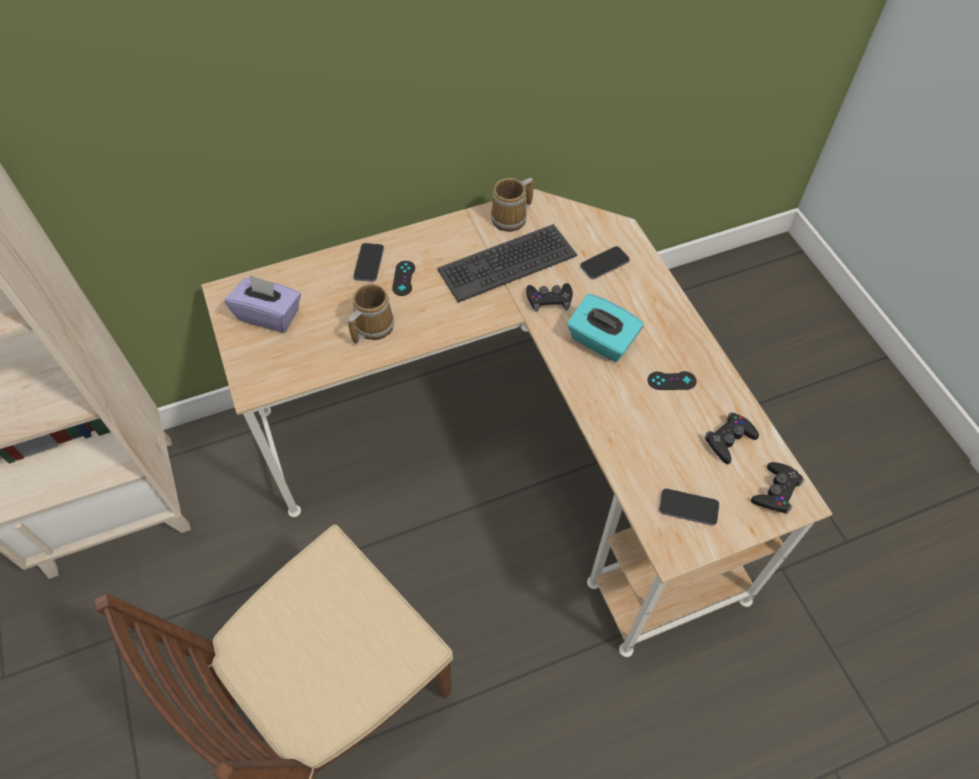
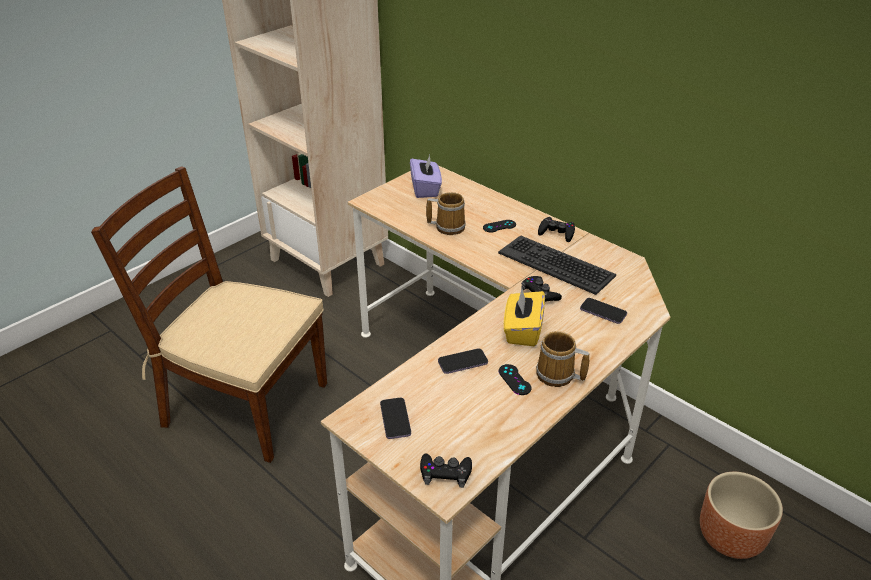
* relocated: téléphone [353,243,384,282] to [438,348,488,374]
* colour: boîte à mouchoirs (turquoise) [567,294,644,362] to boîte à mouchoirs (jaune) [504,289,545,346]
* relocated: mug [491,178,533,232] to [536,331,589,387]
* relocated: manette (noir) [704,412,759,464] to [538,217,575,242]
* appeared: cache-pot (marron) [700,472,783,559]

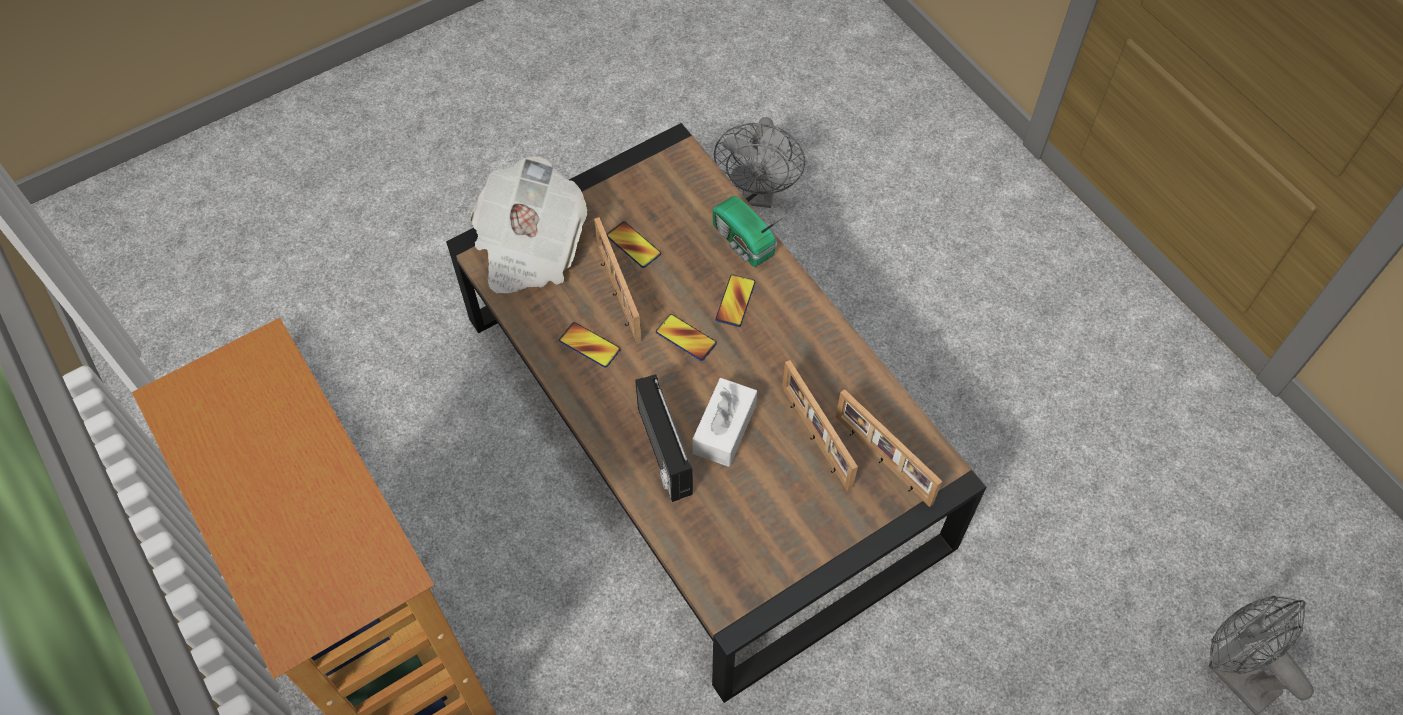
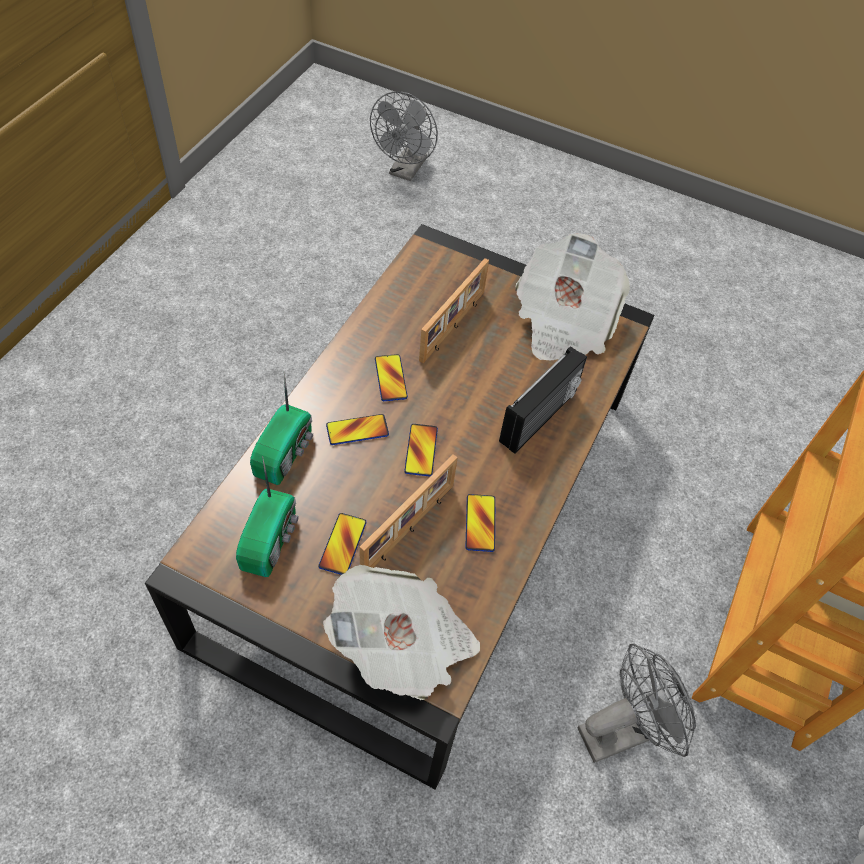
* appeared: radio [236,456,299,577]
* appeared: téléphone [375,354,408,401]
* appeared: journal [515,233,630,361]
* relocated: ventilateur (gris) [714,117,805,208] to [578,643,696,763]
* missing: boîte à mouchoirs (blanc) [692,378,757,467]
* missing: cadre photo [836,389,942,507]

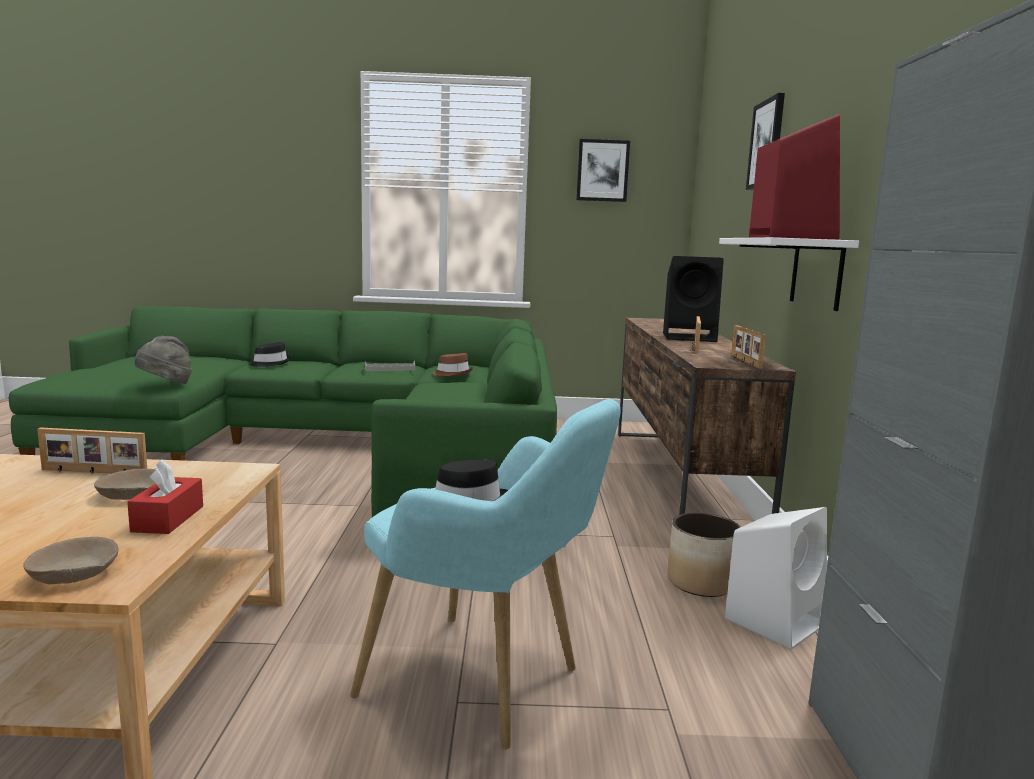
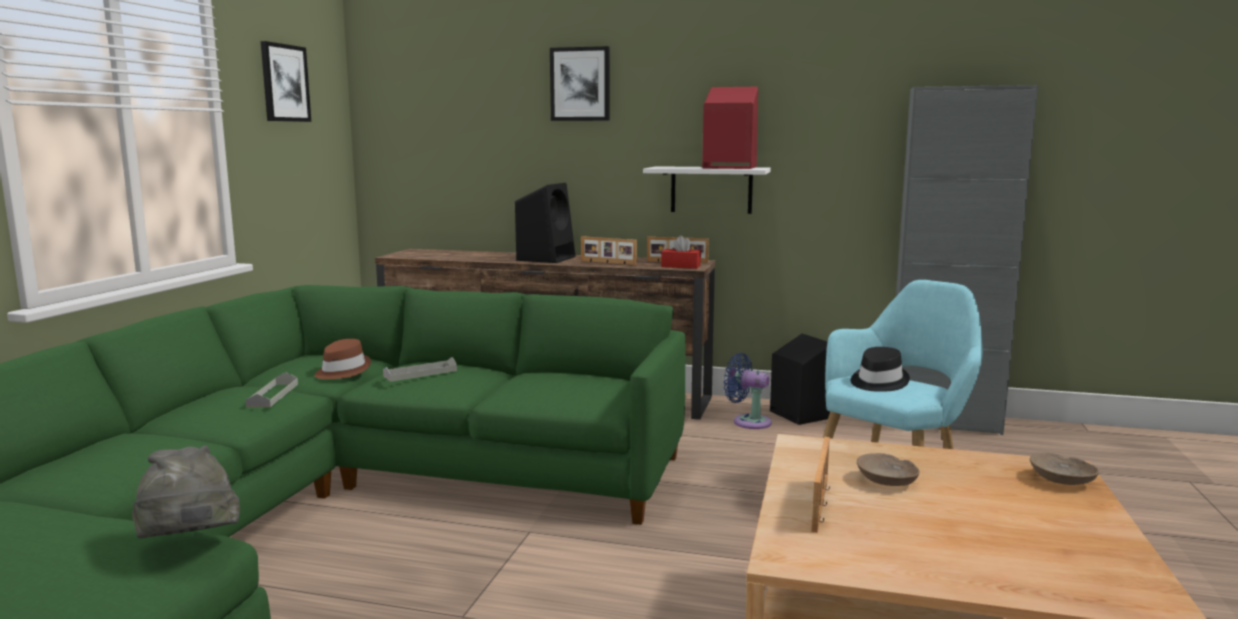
* appeared: plateau (gris) [383,357,457,382]
* relocated: boîte à mouchoirs (rouge) [127,459,203,534] to [661,236,701,269]
* exchanged: cache-pot [667,513,740,597] to ventilateur (bleu) [724,353,772,429]
* colour: enceinte (blanc) [725,507,827,649] to enceinte (noir) [770,334,830,425]
* missing: chapeau (noir) [248,342,291,367]

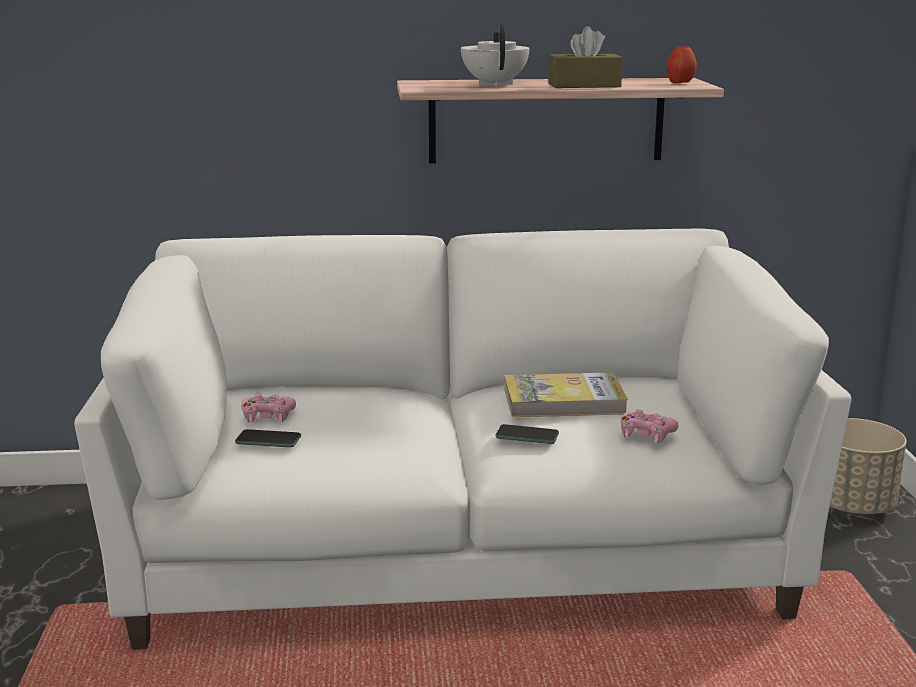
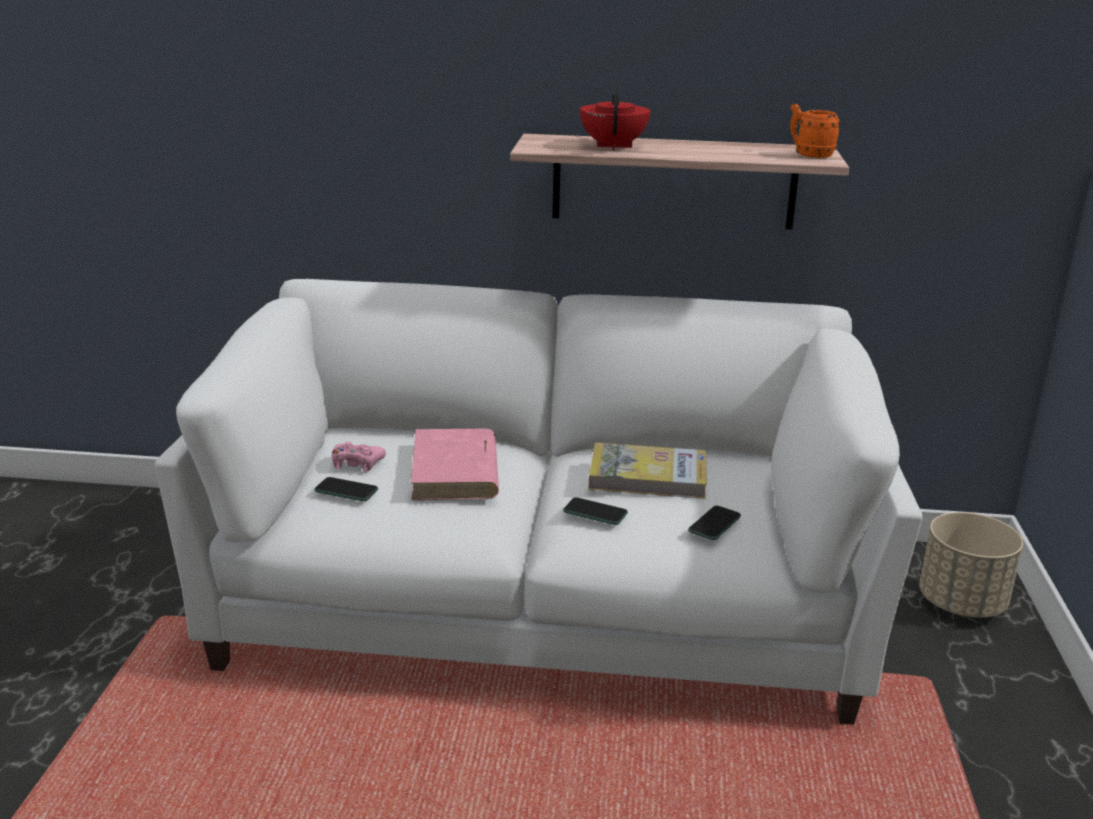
* appeared: livre (rose) [411,429,499,500]
* colour: théière (blanc) [461,24,530,87] to théière (rouge) [580,88,651,150]
* exchanged: manette (rose) [621,409,678,443] to téléphone [688,506,741,540]
* exchanged: pomme [667,44,697,83] to mug (orange) [790,104,840,158]
* missing: boîte à mouchoirs (marron) [548,26,623,88]

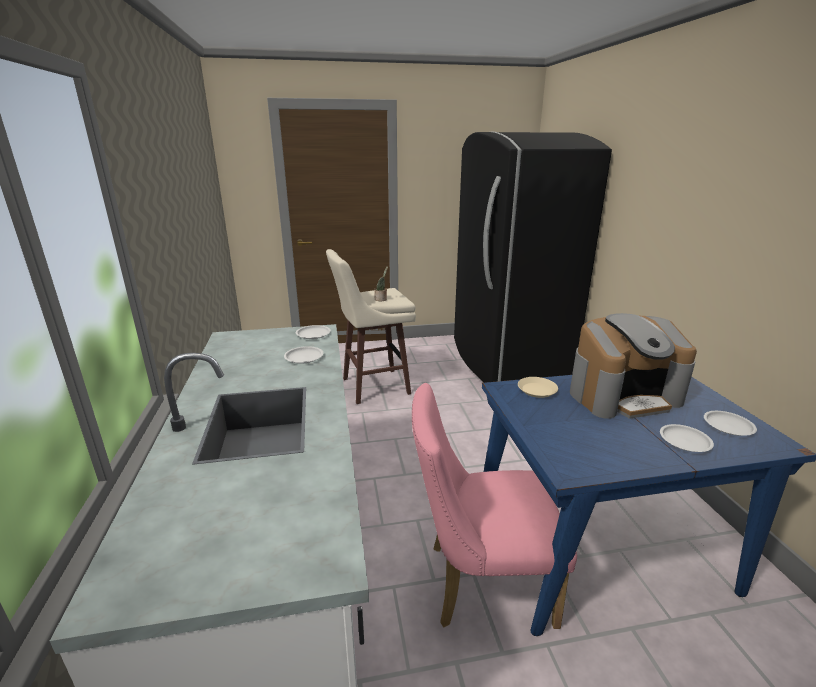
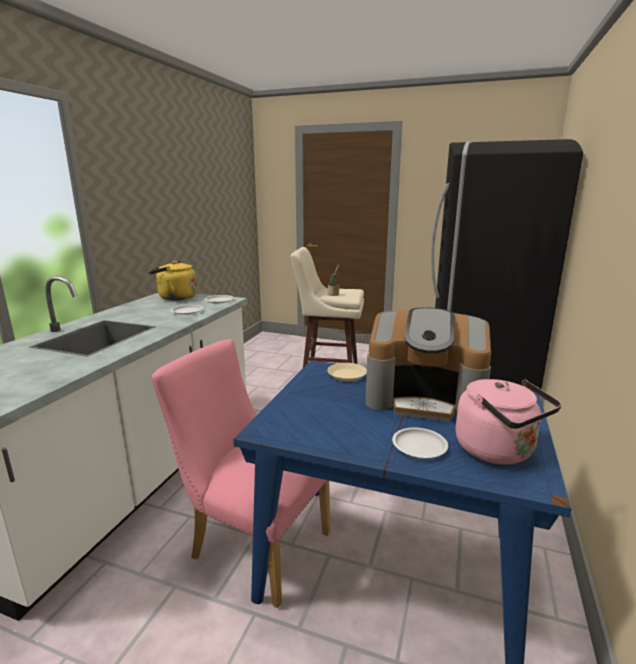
* appeared: bouilloire (jaune) [148,261,197,301]
* exchanged: assiette (blanc) [704,411,757,436] to bouilloire (rose) [455,379,562,465]

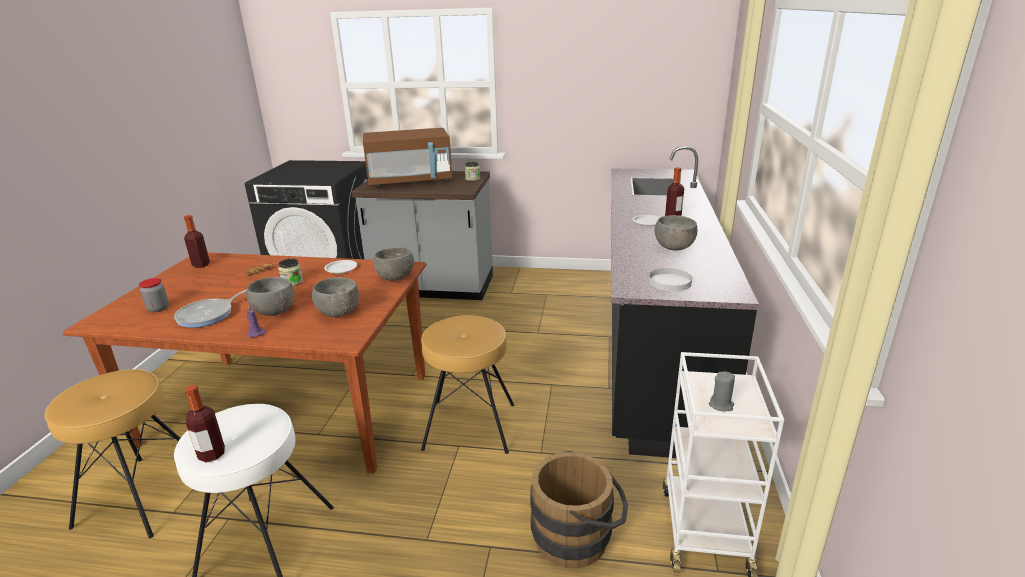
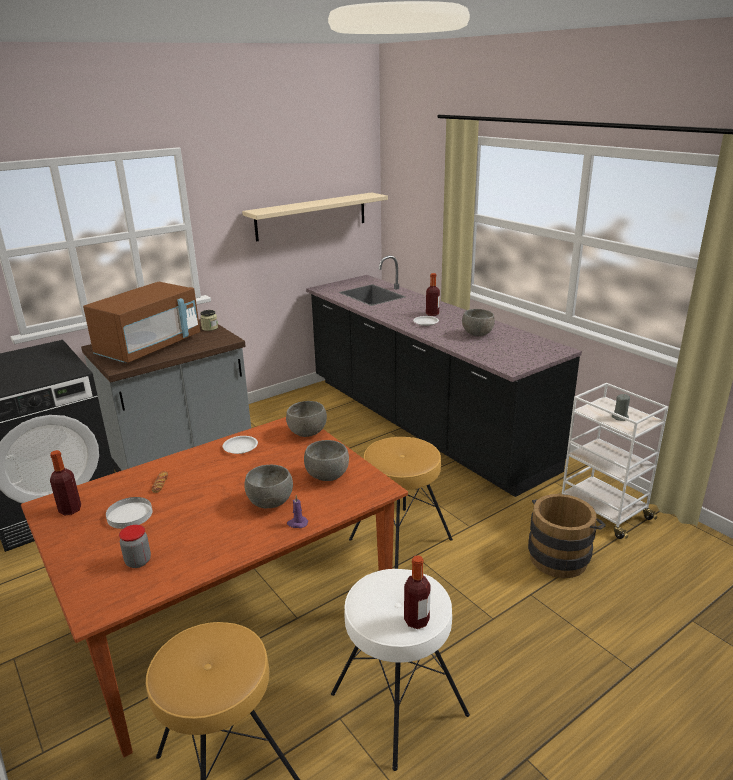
* relocated: assiette (blanc) [649,268,692,292] to [106,497,152,529]
* appeared: étagère (beige) [242,192,388,242]
* missing: poêle [174,289,247,328]
* missing: bocal [278,259,303,286]

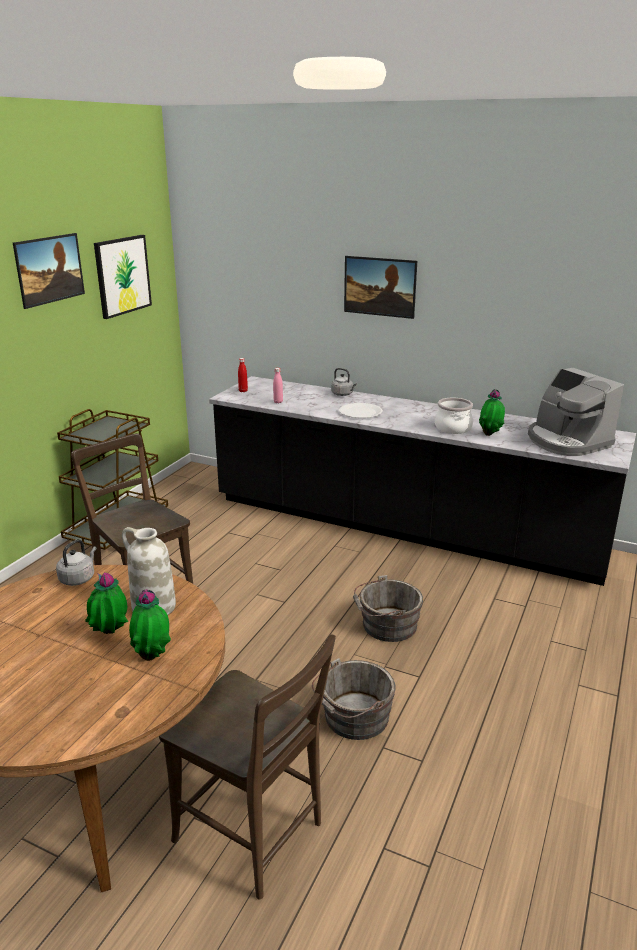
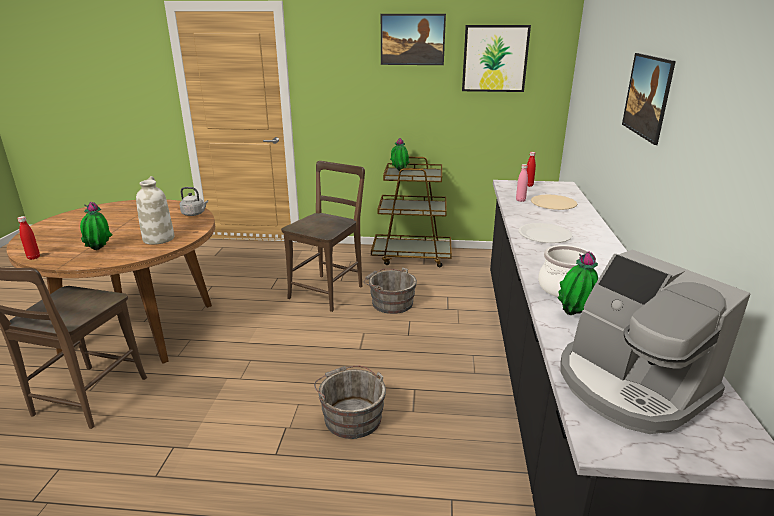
* appeared: bouteille (rouge) [17,216,40,260]
* relocated: seau (gris) [312,658,396,740] to [364,267,417,314]
* relocated: plante en pot [85,573,128,634] to [390,138,410,171]
* appeared: assiette (beige) [531,195,578,210]
* spun: machine à café [528,368,624,456] = [560,249,750,434] 75 degrees counterclockwise
* missing: bouilloire (gris) [331,368,357,396]

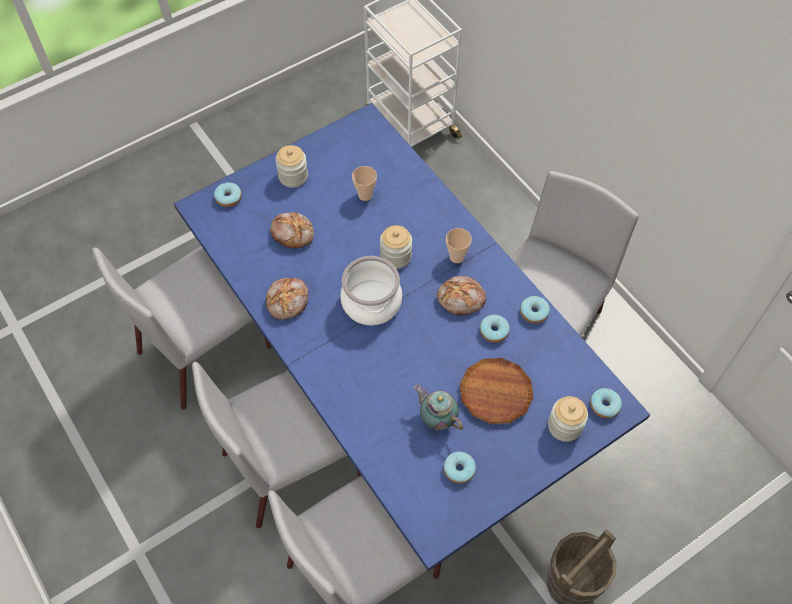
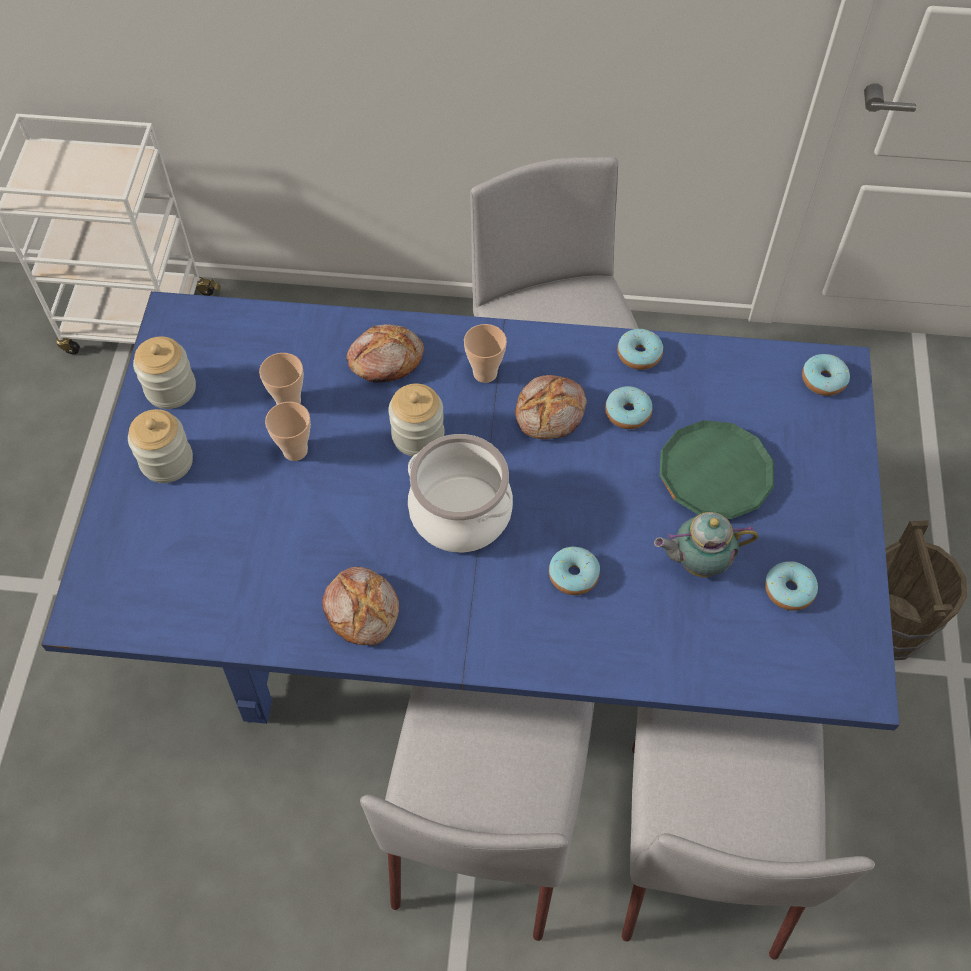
* relocated: bocal [548,396,588,442] to [133,336,196,409]
* appeared: tasse [265,402,311,461]
* relocated: pain [270,212,314,248] to [347,324,424,383]
* relocated: beignet [214,183,242,207] to [549,546,600,595]
* colour: assiette (marron) [460,358,534,424] to assiette (vert) [659,420,774,519]
* missing: chaise (gris) [92,246,272,410]

